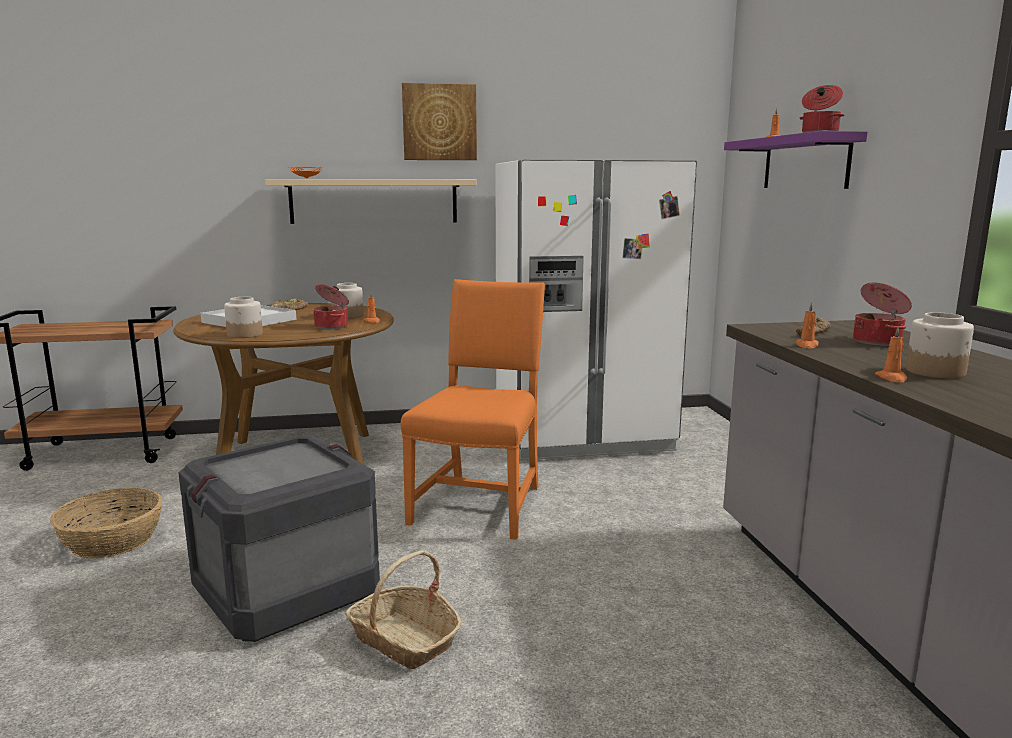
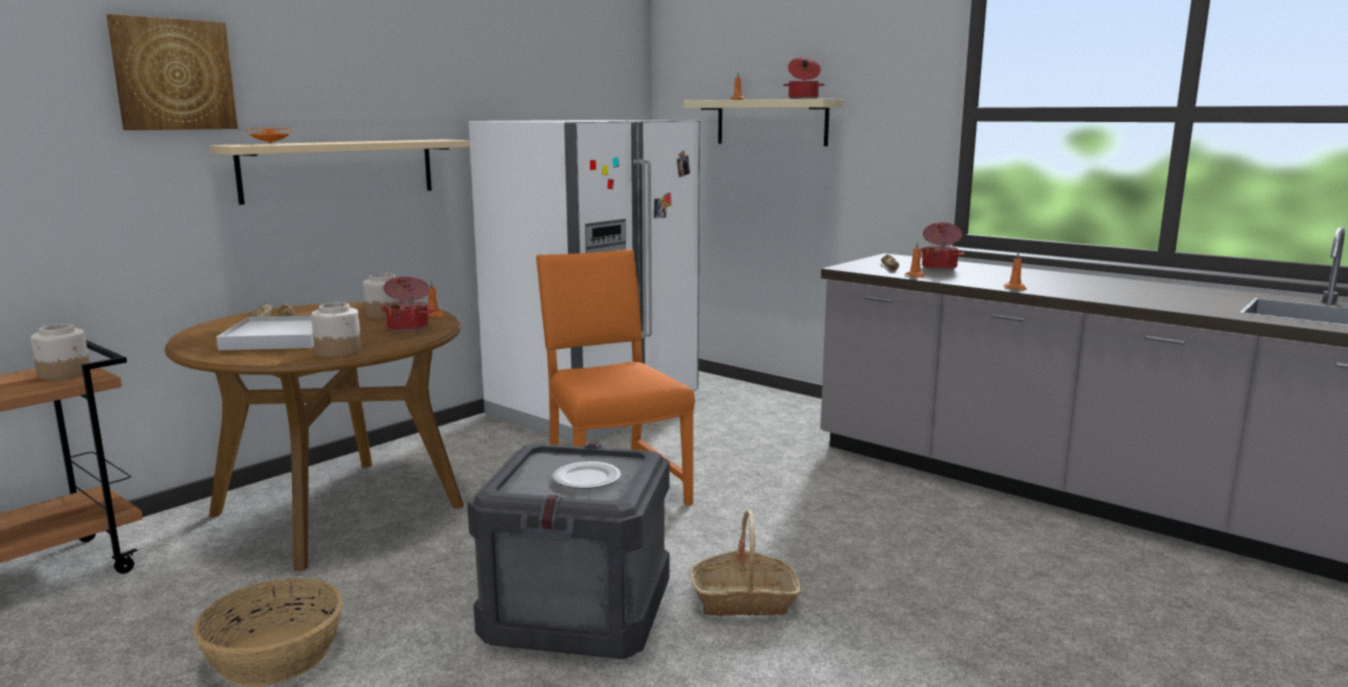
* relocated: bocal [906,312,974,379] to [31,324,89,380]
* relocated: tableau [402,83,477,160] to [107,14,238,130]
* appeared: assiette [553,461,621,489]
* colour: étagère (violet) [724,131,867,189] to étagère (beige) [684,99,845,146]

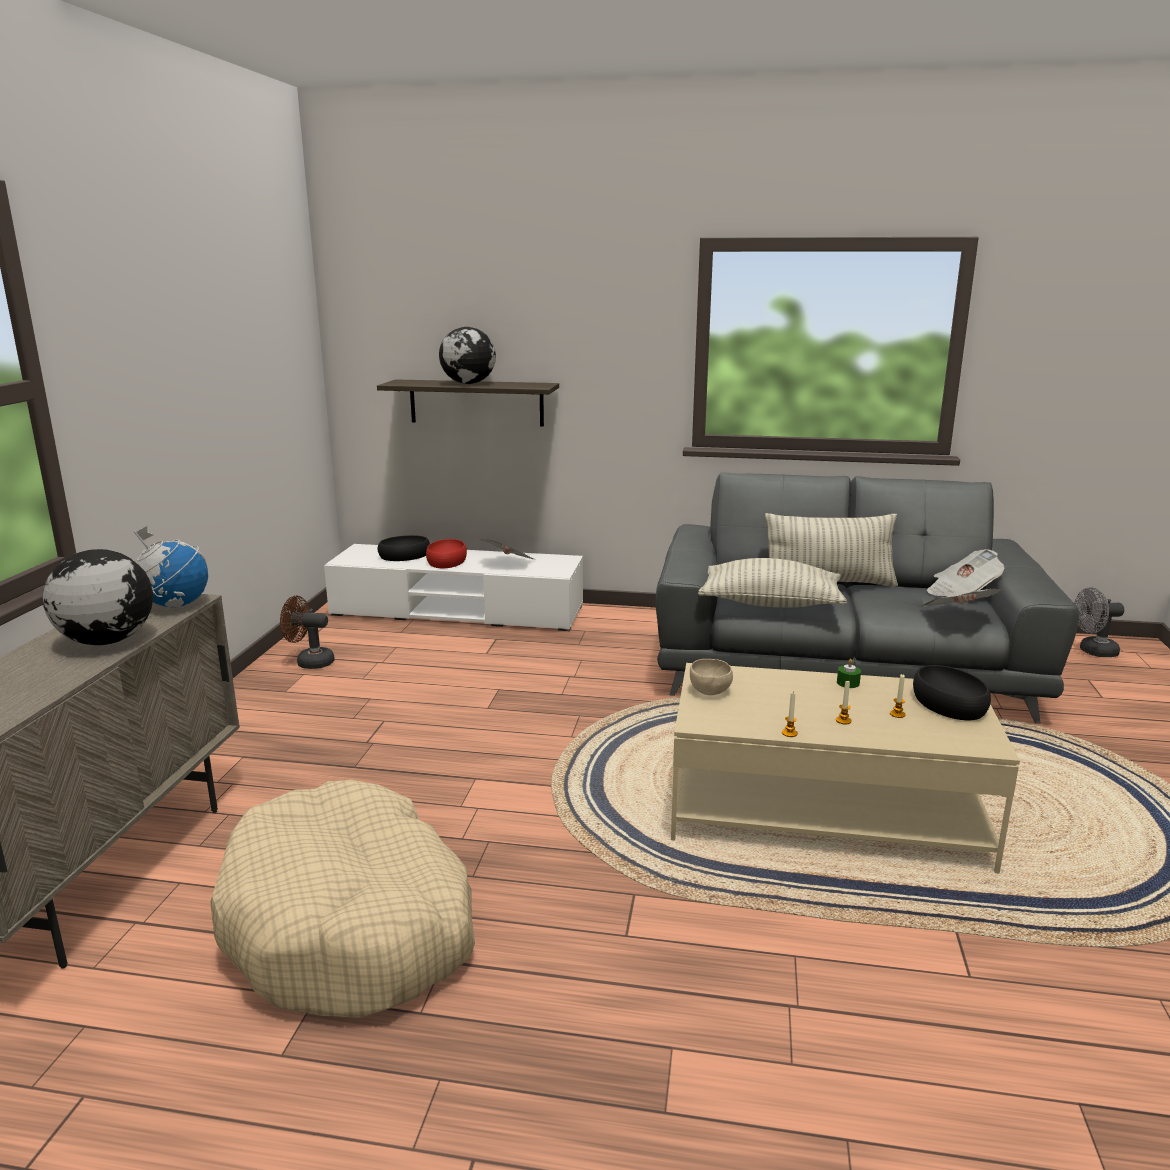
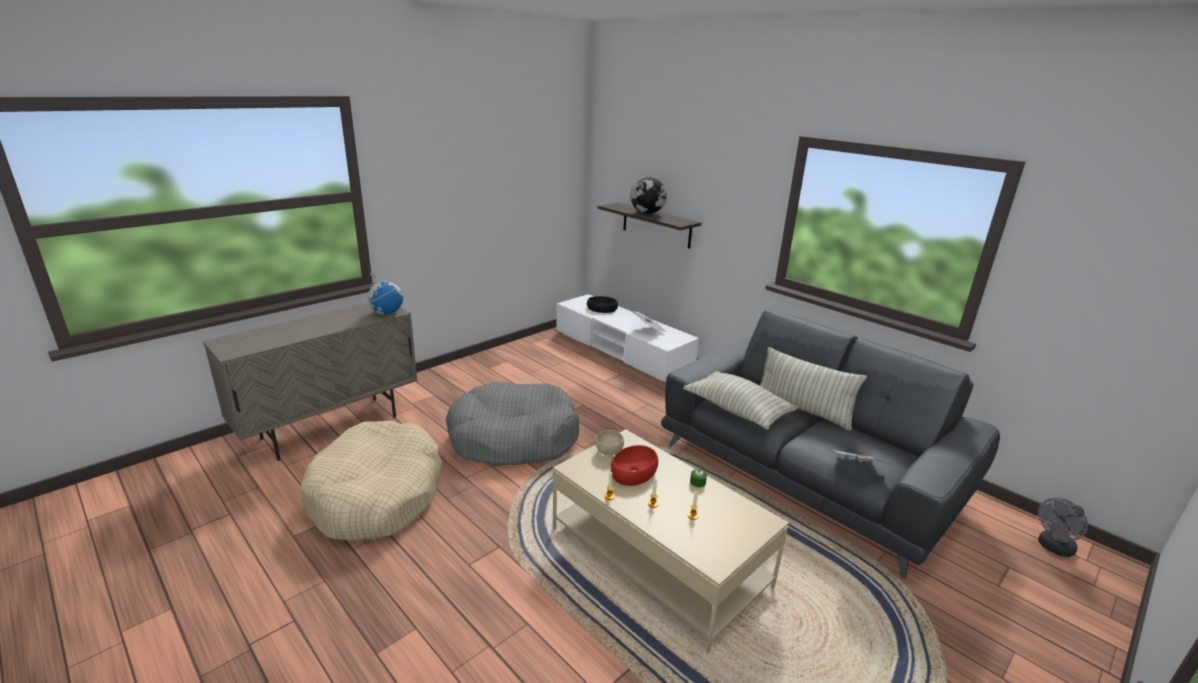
* appeared: panier pour chien (gris) [446,382,579,466]
* relocated: bol (rouge) [426,539,467,568] to [611,445,658,486]
* spun: ventilateur (gris) [1074,587,1125,657] = [1038,498,1088,557] 60 degrees counterclockwise
* missing: globe [43,549,153,645]
* missing: ventilateur (marron) [280,596,335,669]
* missing: bol (noir) [913,665,991,720]
* missing: journal [927,549,1004,597]

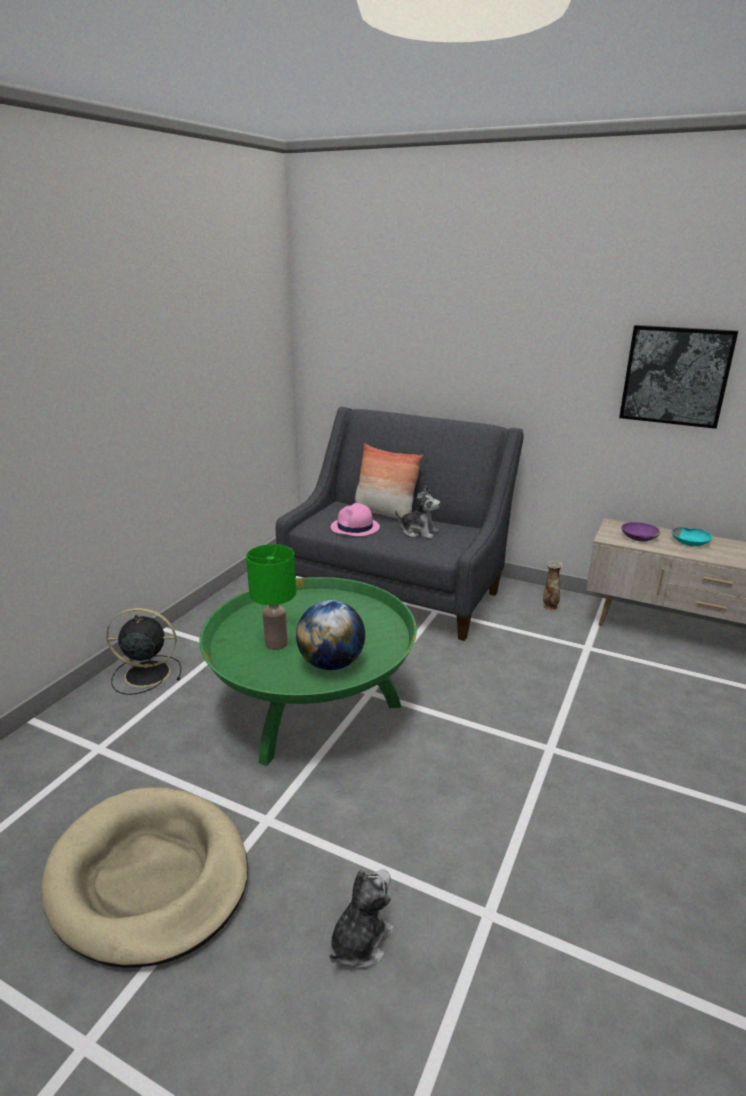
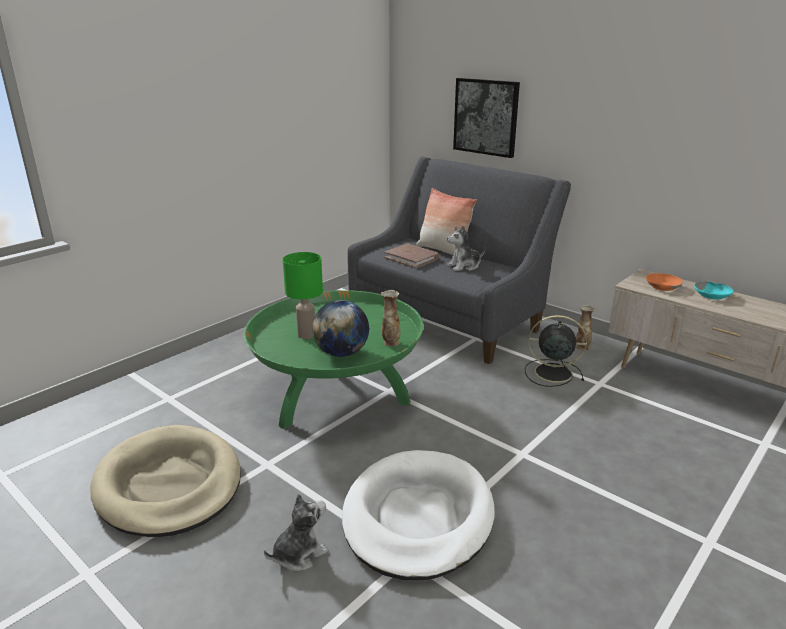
* appeared: panier pour chien (blanc) [342,450,495,580]
* appeared: vase [381,290,400,347]
* exchanged: chapeau (rose) [331,503,380,536] to livre (marron) [384,244,439,268]
* spun: peluche [395,486,441,539] = [447,226,485,271] 120 degrees clockwise
* relocated: tableau [619,325,738,429] to [453,78,520,158]
* relocated: ventilateur (noir) [106,608,181,695] to [525,315,587,387]
* colour: bol (violet) [622,522,660,541] to bol (orange) [646,273,683,291]

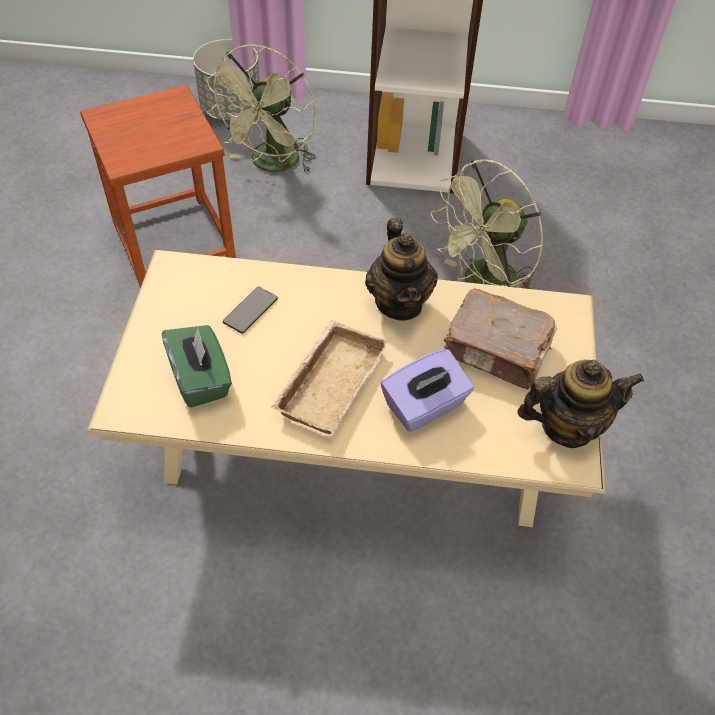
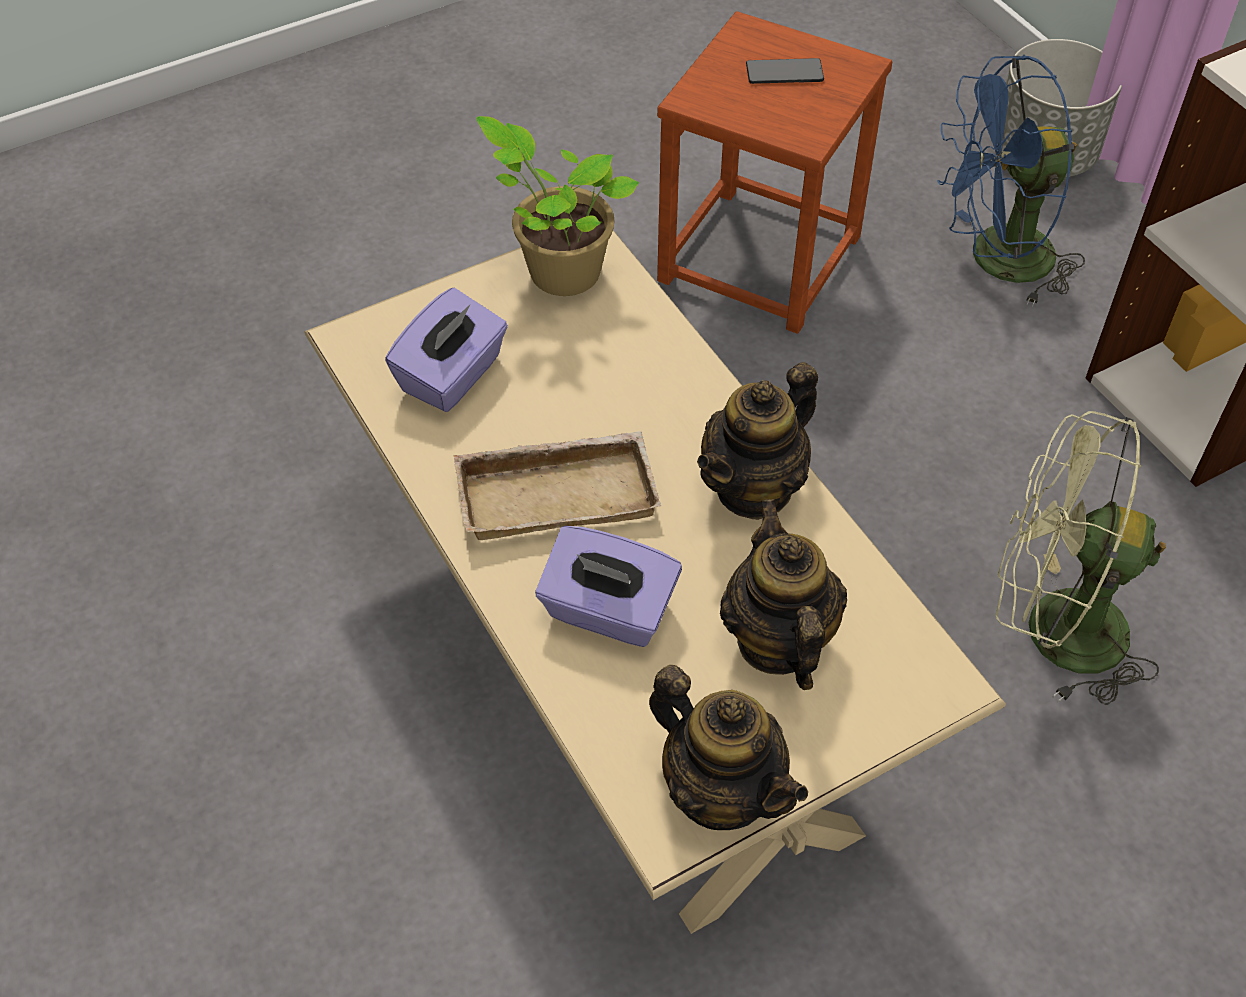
* colour: boîte à mouchoirs (vert) [162,325,232,408] to boîte à mouchoirs (violet) [385,288,508,412]
* appeared: plante en pot [476,116,639,296]
* exchanged: livre (marron) [444,288,557,390] to théière [720,499,847,690]
* relocated: téléphone [223,287,278,334] to [746,58,824,84]
* colour: ventilateur (vert) [206,44,316,173] to ventilateur (bleu) [937,55,1085,307]

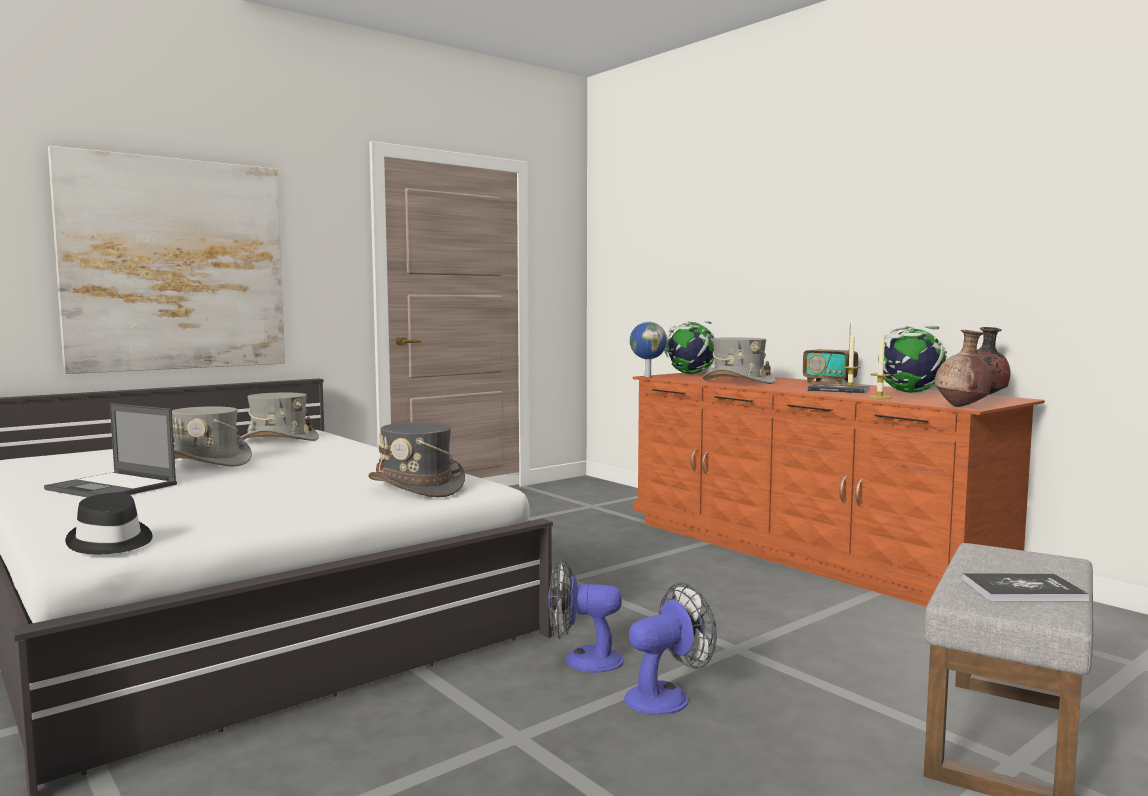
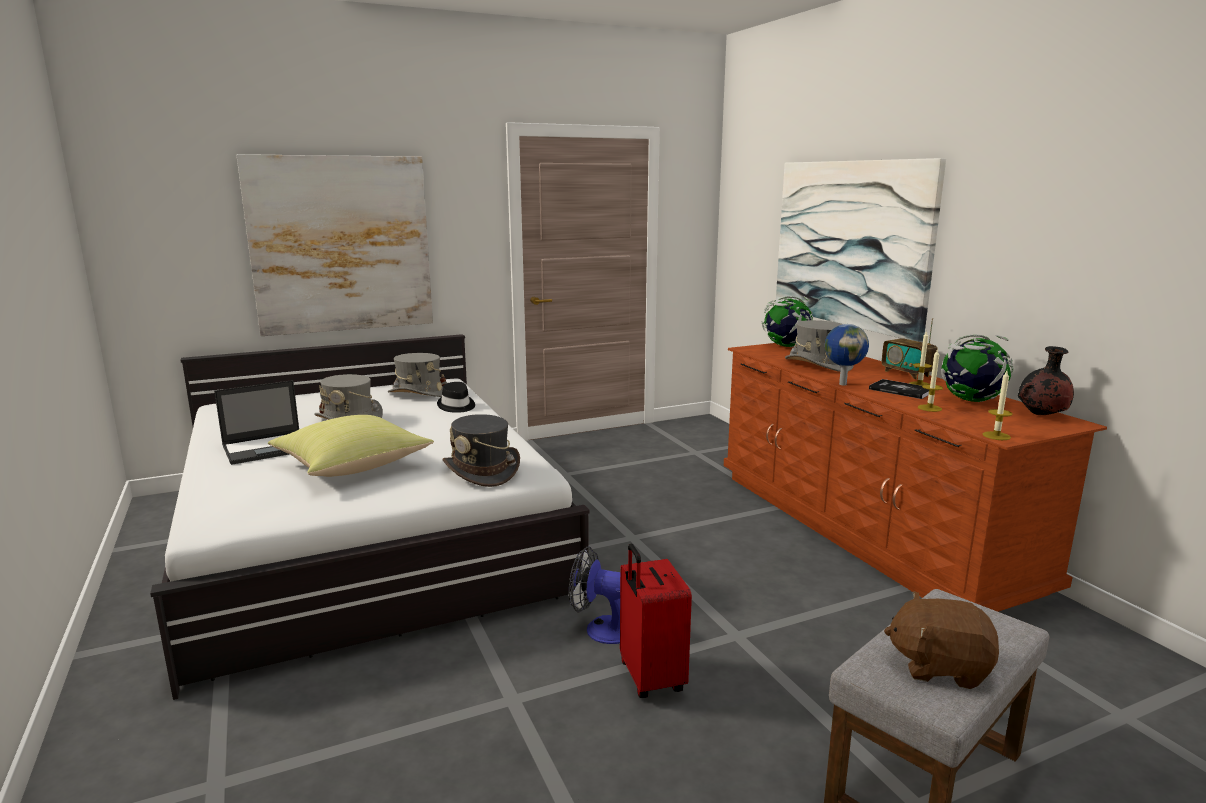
* spun: ordinateur portable [44,403,177,497] = [214,380,299,465] 75 degrees counterclockwise
* appeared: coussin (jaune) [268,415,434,477]
* relocated: chapeau (noir) [65,492,153,554] to [437,382,475,413]
* exchanged: ventilateur [624,582,717,715] to valise (rouge) [620,544,692,698]
* appeared: tableau [776,158,946,342]
* relocated: globe [630,322,667,377] to [825,324,869,385]
* exchanged: livre [962,573,1090,602] to peluche (marron) [884,591,999,689]
* exchanged: vase (marron) [935,330,992,407] to bougie [983,371,1013,440]

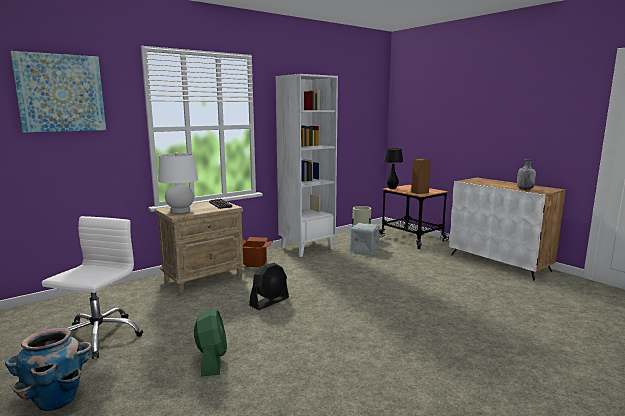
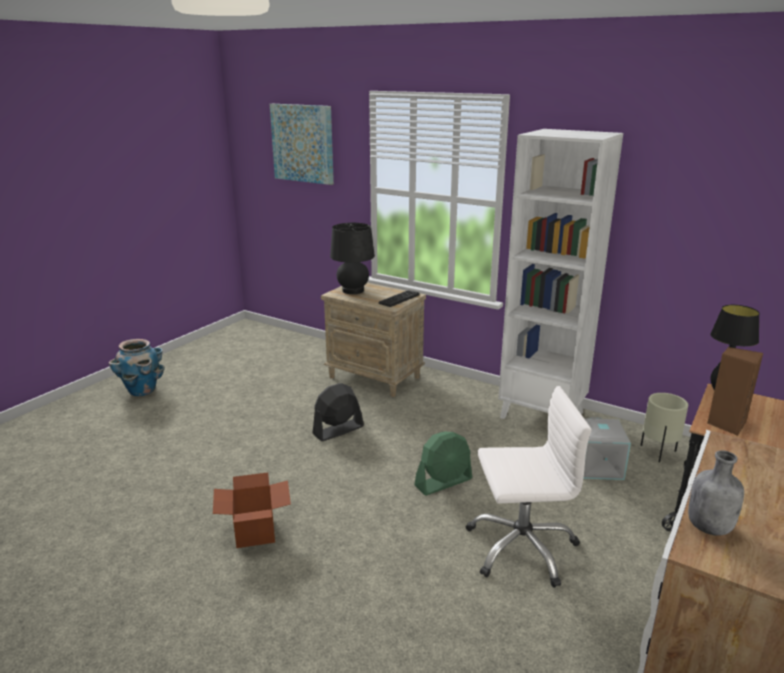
* relocated: carton [242,237,273,268] to [213,472,291,548]
* spun: ventilateur (noir) [249,263,289,310] = [312,383,364,441] 120 degrees clockwise
* colour: lampe de table (blanc) [158,152,198,213] to lampe de table (noir) [330,223,375,294]
* relocated: ventilateur (vert) [194,309,227,376] to [414,431,472,496]
* relocated: chaise de bureau (blanc) [42,216,143,359] to [466,386,592,588]

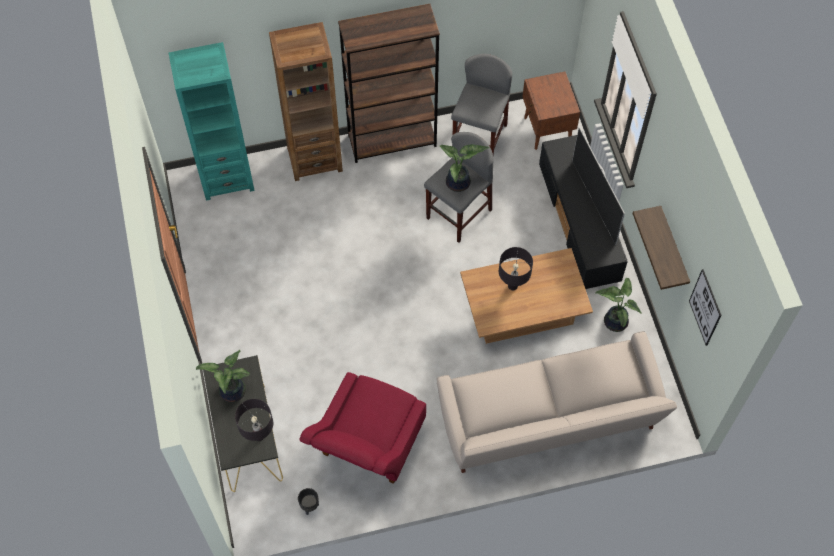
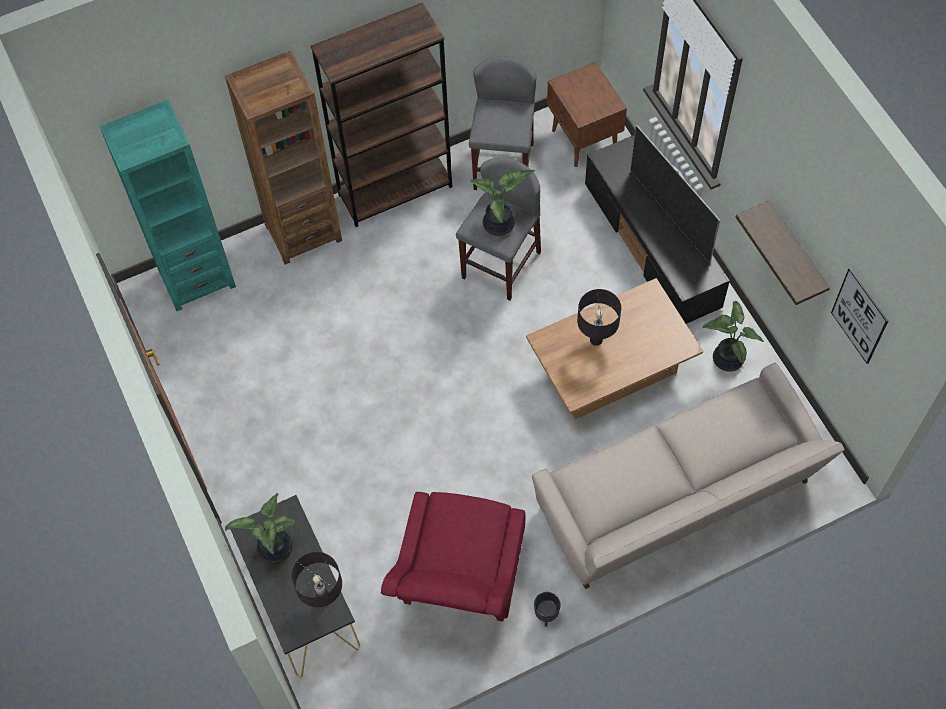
* relocated: cache-pot (noir) [298,488,319,515] to [534,592,561,627]

